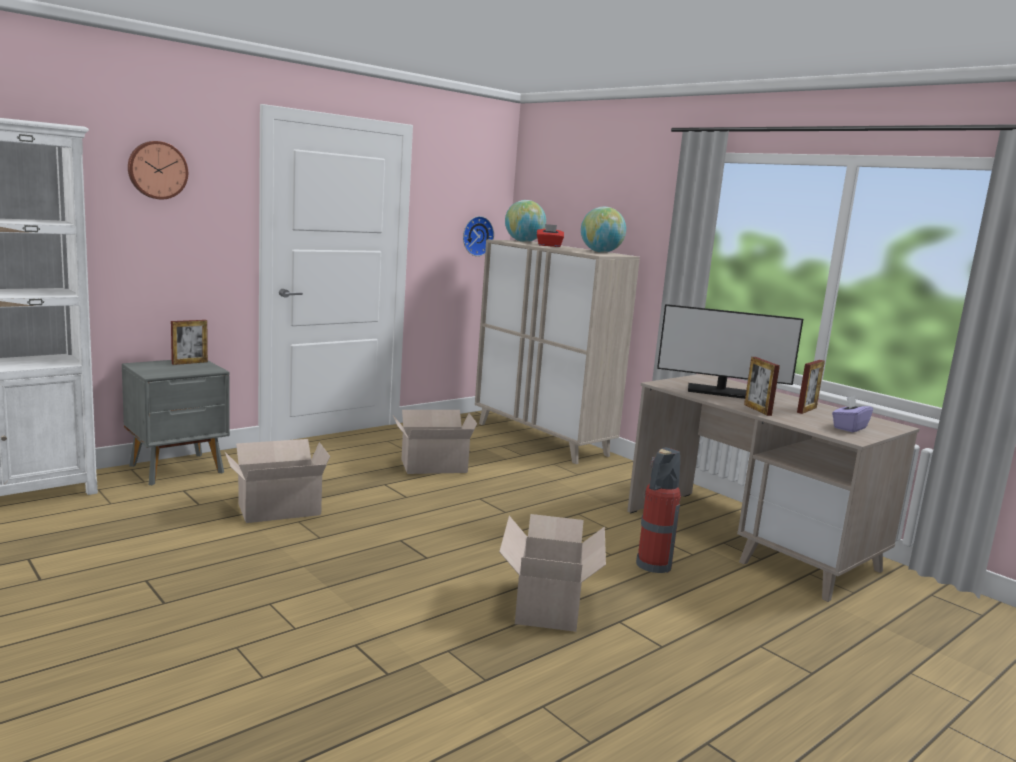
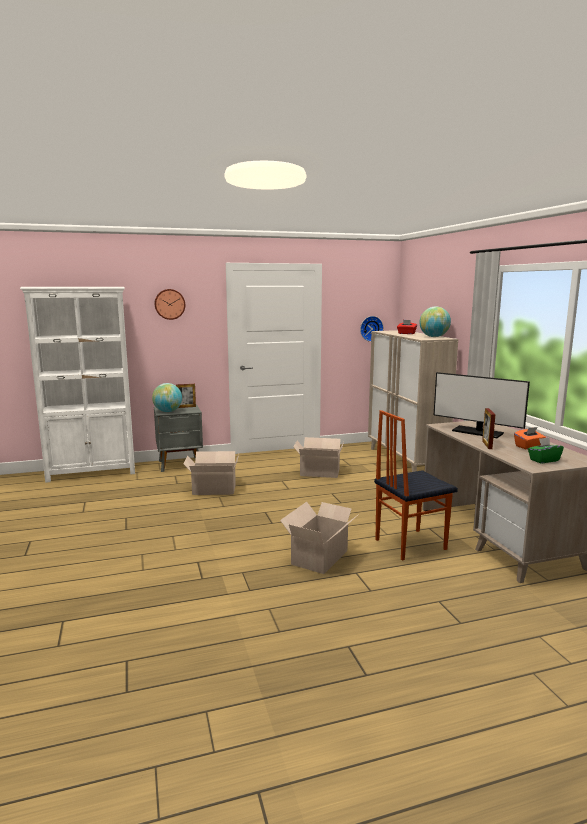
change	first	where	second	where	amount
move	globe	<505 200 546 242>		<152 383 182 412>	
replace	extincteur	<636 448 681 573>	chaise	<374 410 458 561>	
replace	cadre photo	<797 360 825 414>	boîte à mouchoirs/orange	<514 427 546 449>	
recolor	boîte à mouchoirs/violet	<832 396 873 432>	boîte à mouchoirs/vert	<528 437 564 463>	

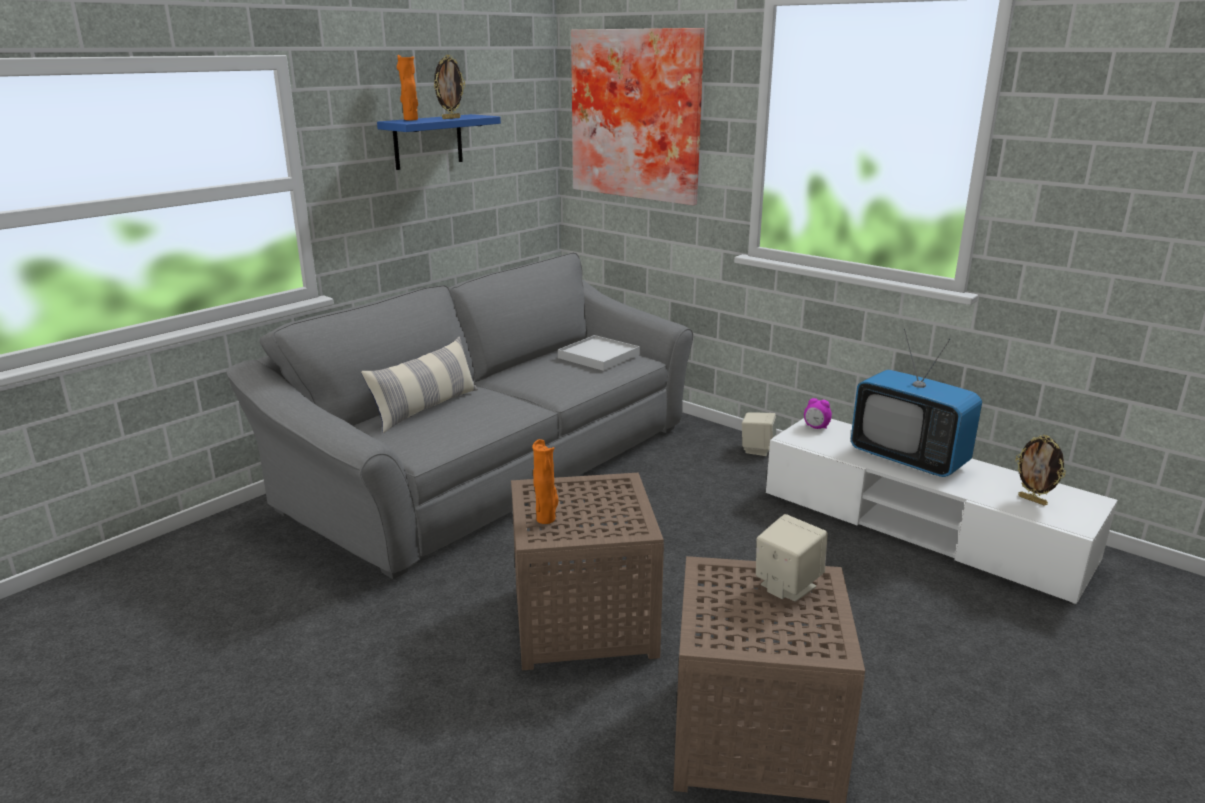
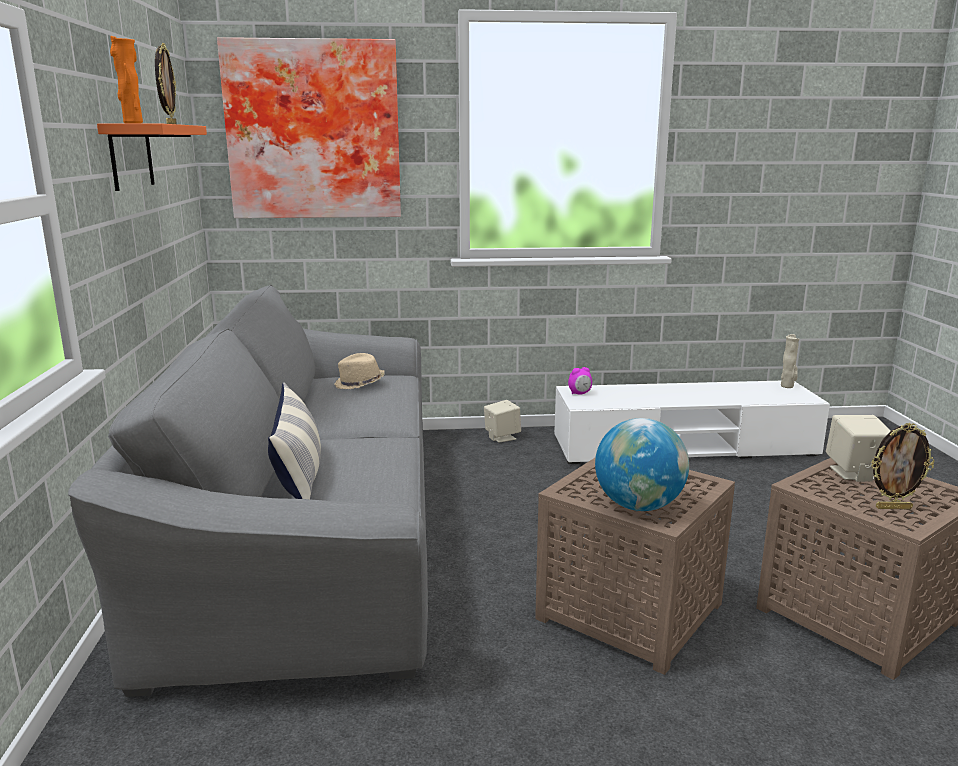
change	first	where	second	where	amount
recolor	étagère/bleu	<377 114 501 170>	étagère/orange	<97 123 207 191>	
replace	plateau/blanc	<558 335 640 371>	chapeau/beige	<334 353 385 389>	
replace	vase/orange	<532 439 558 524>	globe	<595 418 689 511>	
insert			vase/beige	<781 334 800 388>	
move	cadre photo	<1015 435 1066 506>		<871 423 935 509>	
delete	téléviseur	<851 329 982 477>			

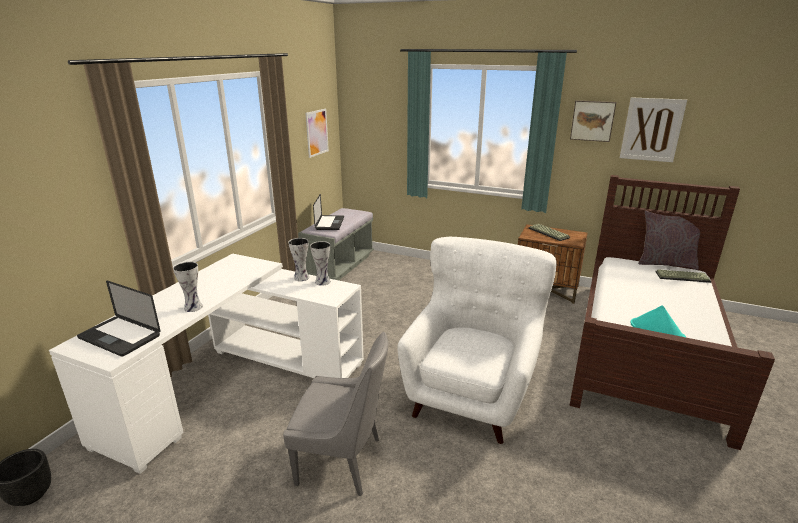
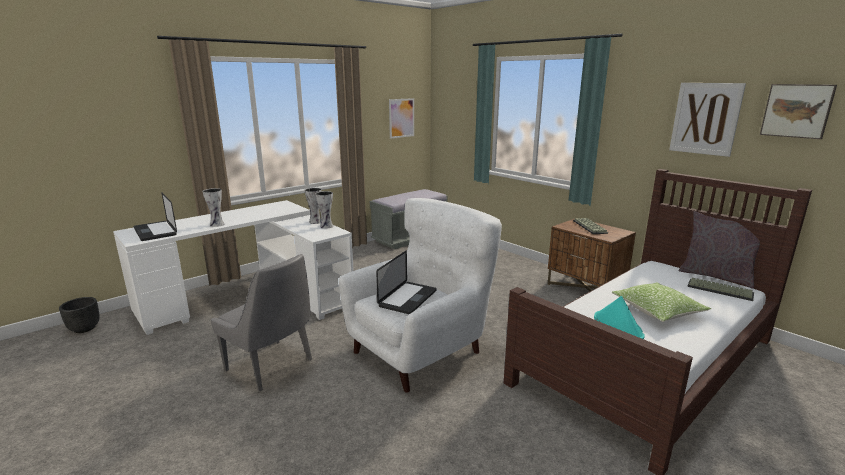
change	first	where	second	where	amount
move	ordinateur portable	<313 194 344 230>		<376 251 437 314>	
insert			coussin	<611 282 711 322>	
move	tableau	<570 100 616 142>		<760 84 837 139>	

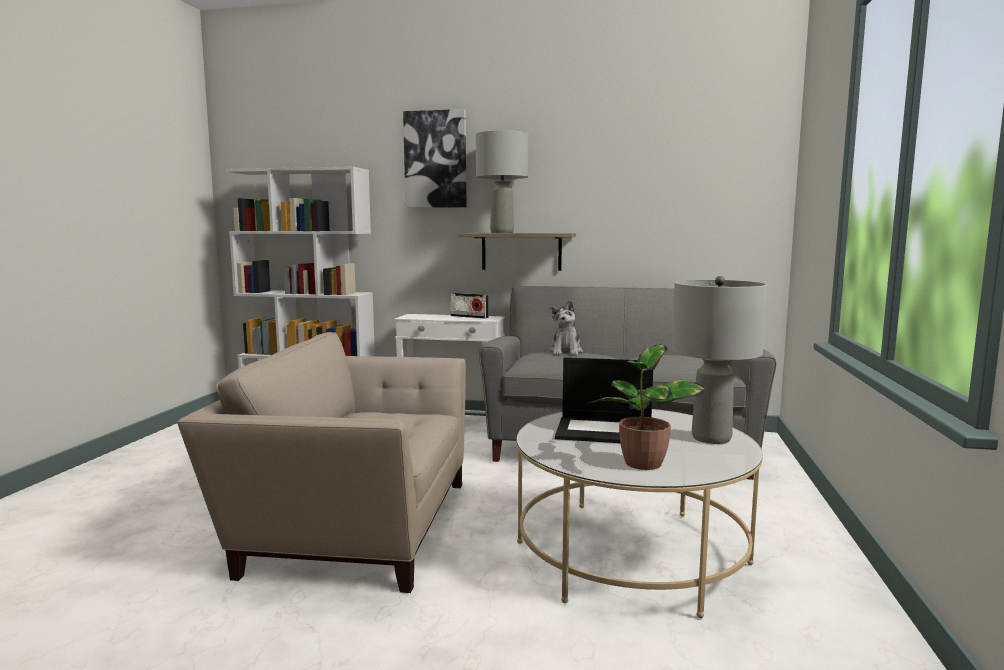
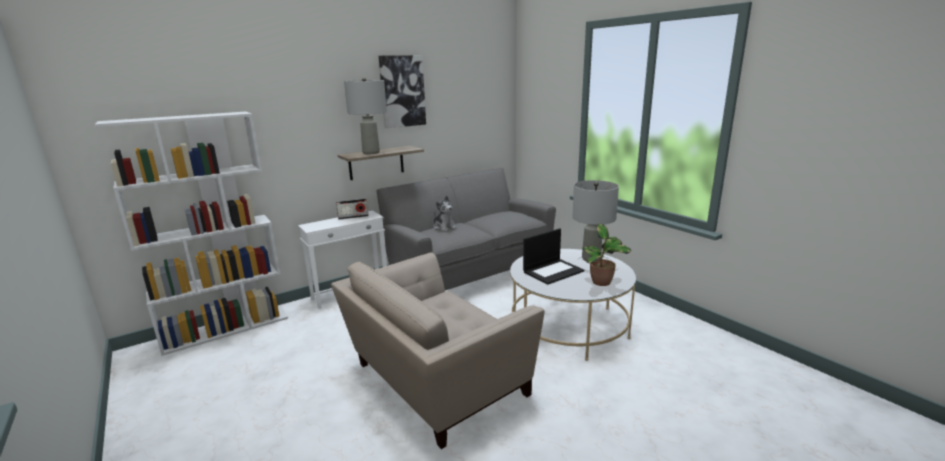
change	first	where	second	where	amount
move	tableau	<403 109 466 208>		<379 55 426 128>	

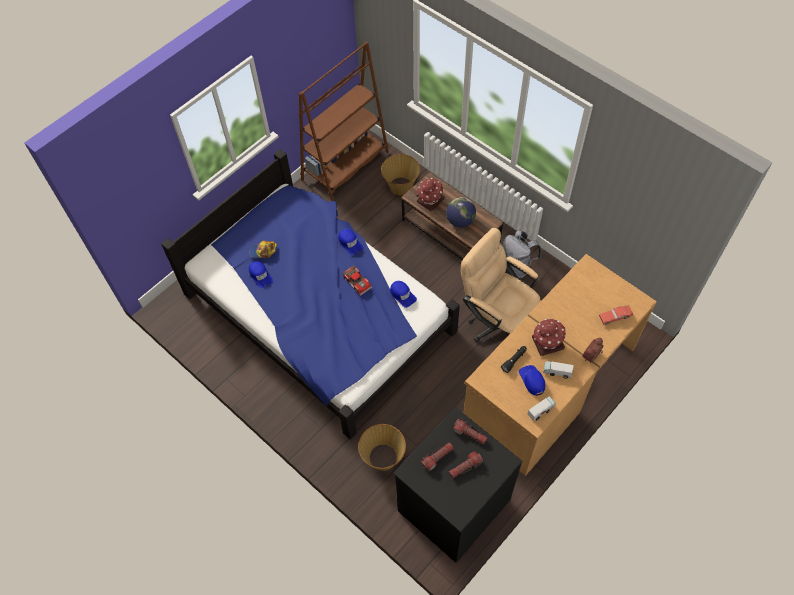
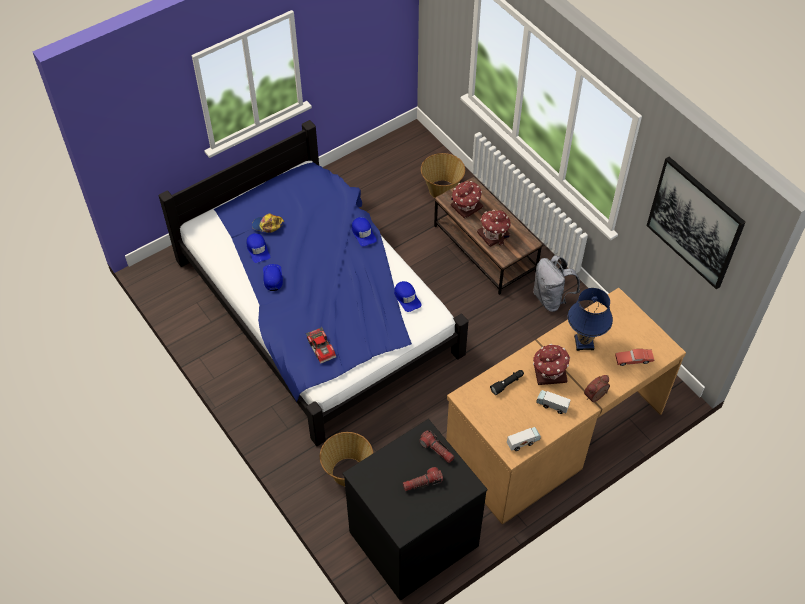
change	first	where	second	where	amount
move	casquette/bleu	<519 365 545 396>		<263 264 283 291>	
move	petite voiture	<343 265 372 296>		<306 327 336 364>	
replace	globe	<446 197 476 227>	maison miniature	<477 210 511 247>	
insert			lampe de table/bleu	<568 288 613 351>	
insert			tableau	<646 157 746 290>	
delete	bibliothèque/marron	<299 41 389 201>			
delete	lampe de poche	<421 443 454 471>			
delete	chaise de bureau/beige	<461 228 541 342>			

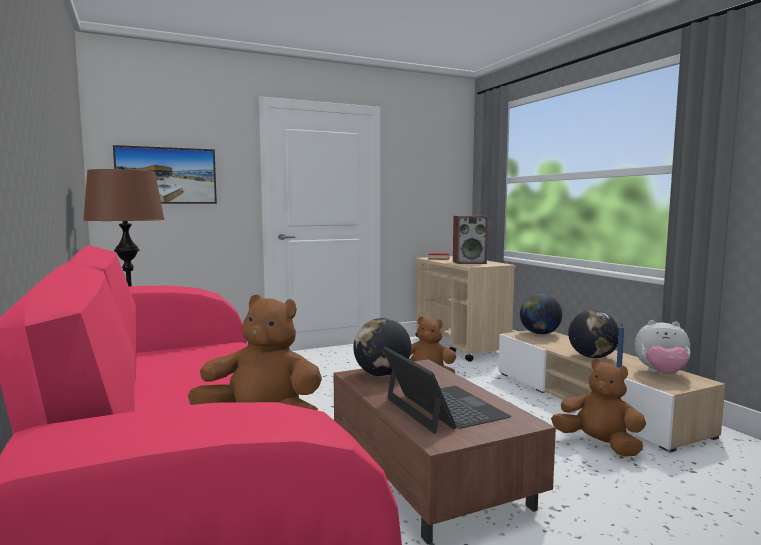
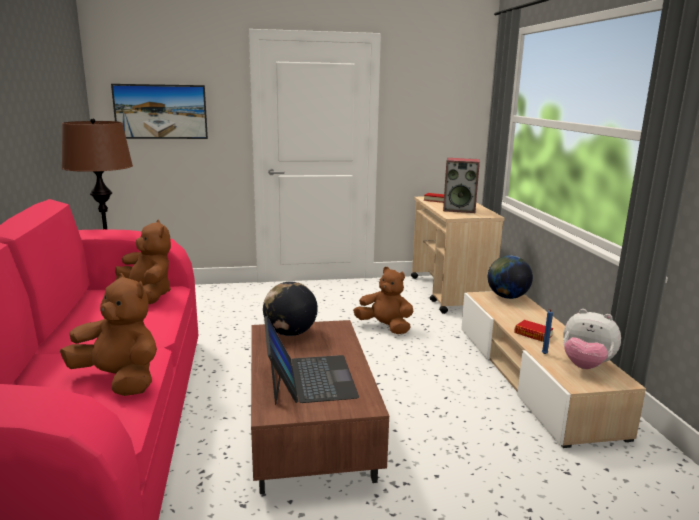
change	first	where	second	where	amount
move	peluche/marron	<551 359 646 457>		<115 220 171 304>	
replace	globe	<568 310 619 358>	livre	<514 320 553 342>	

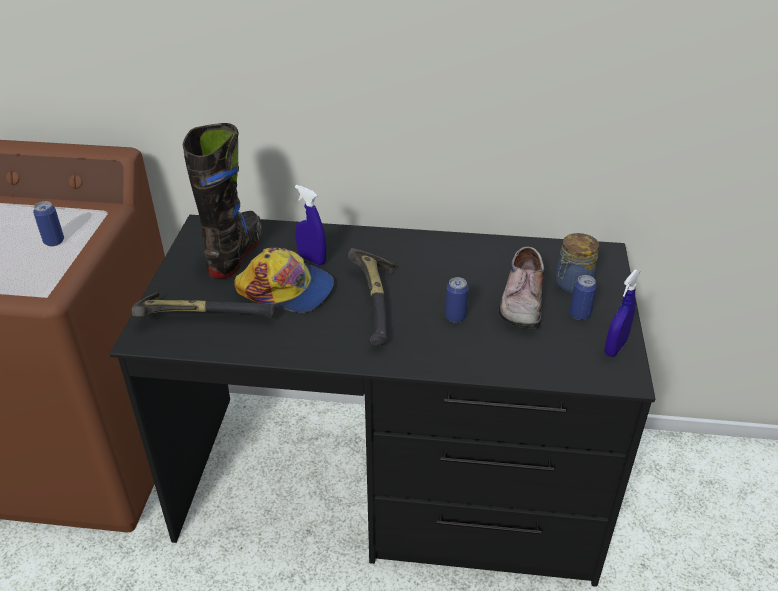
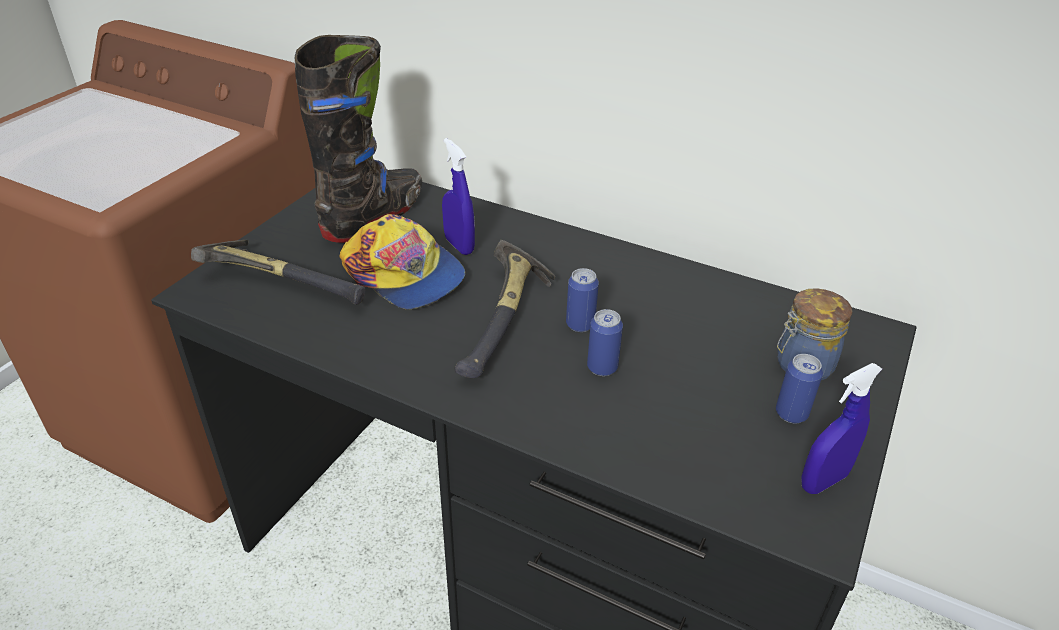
change	first	where	second	where	amount
move	boîte métallique	<33 201 64 246>		<566 268 599 332>	
delete	chaussure	<499 246 544 329>			

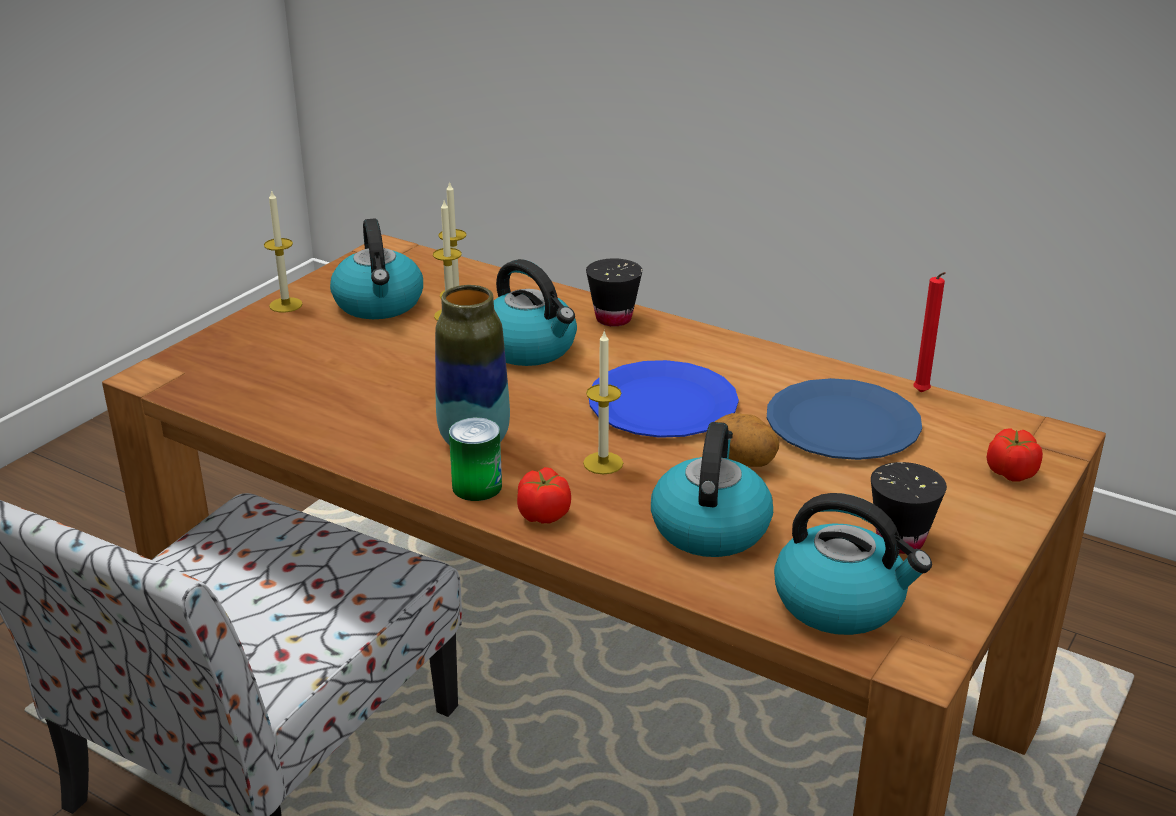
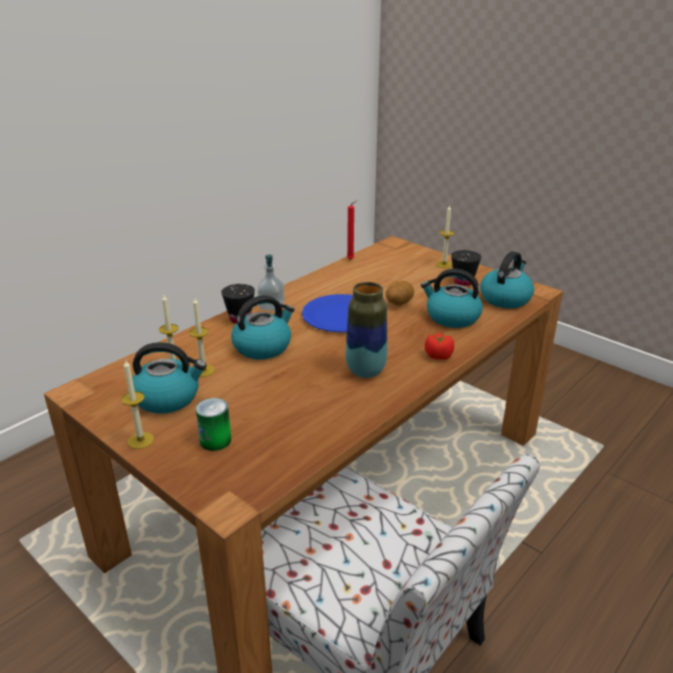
change	first	where	second	where	amount
move	boîte métallique	<449 417 502 501>		<196 398 231 451>	
insert			distributeur de savon	<257 255 285 311>	
move	bougie	<583 331 623 474>		<436 205 455 268>	
delete	assiette/bleu	<767 378 922 460>			
delete	tomate	<987 428 1043 482>			

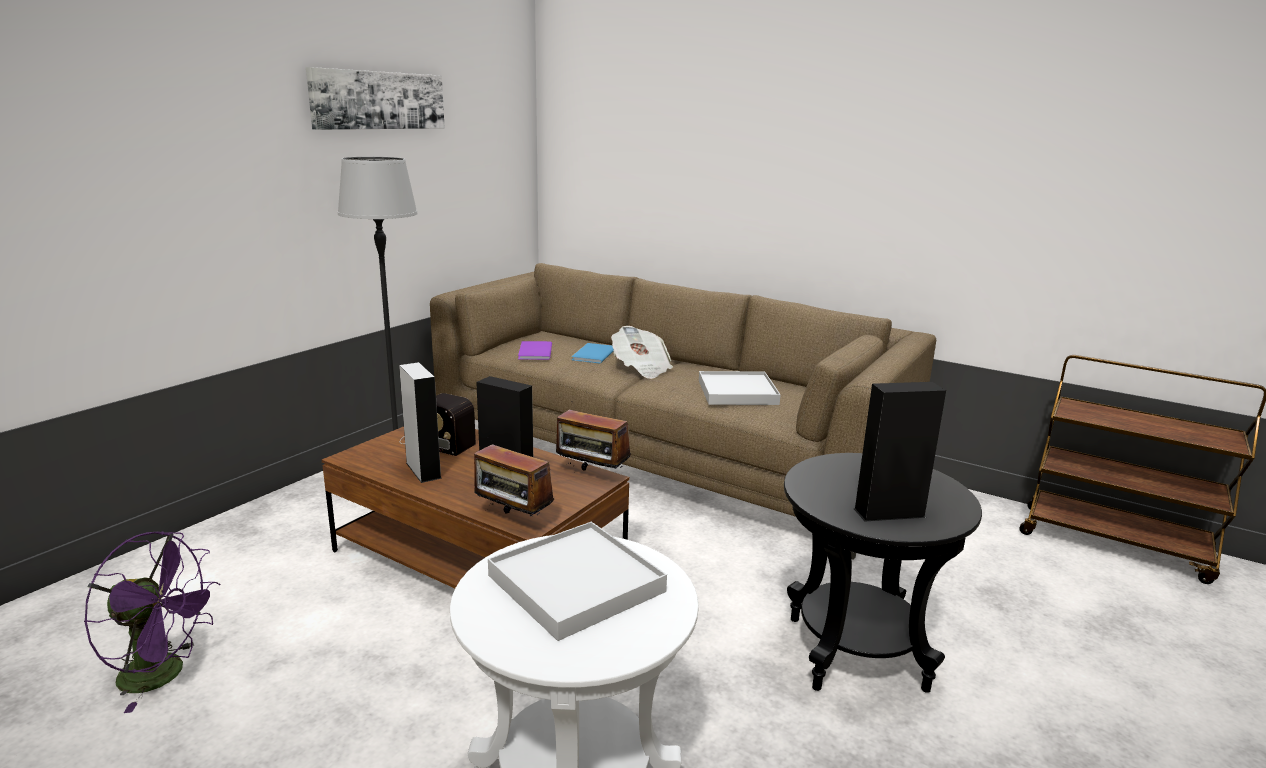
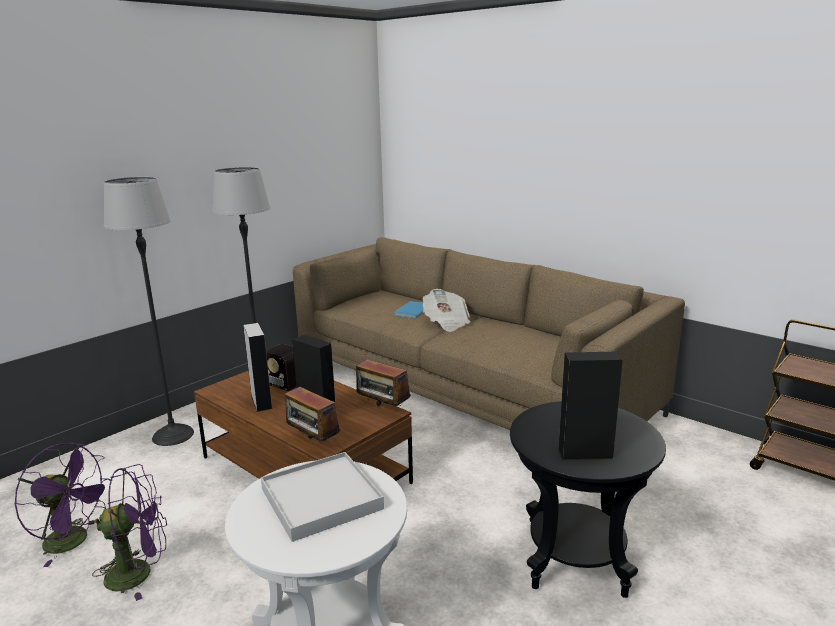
change	first	where	second	where	amount
insert			ventilateur/violet	<92 464 167 601>	
insert			lampadaire	<104 177 194 446>	
delete	tableau	<306 67 445 130>			
delete	livre/violet	<518 341 552 360>			
delete	plateau/blanc	<699 371 781 405>			

